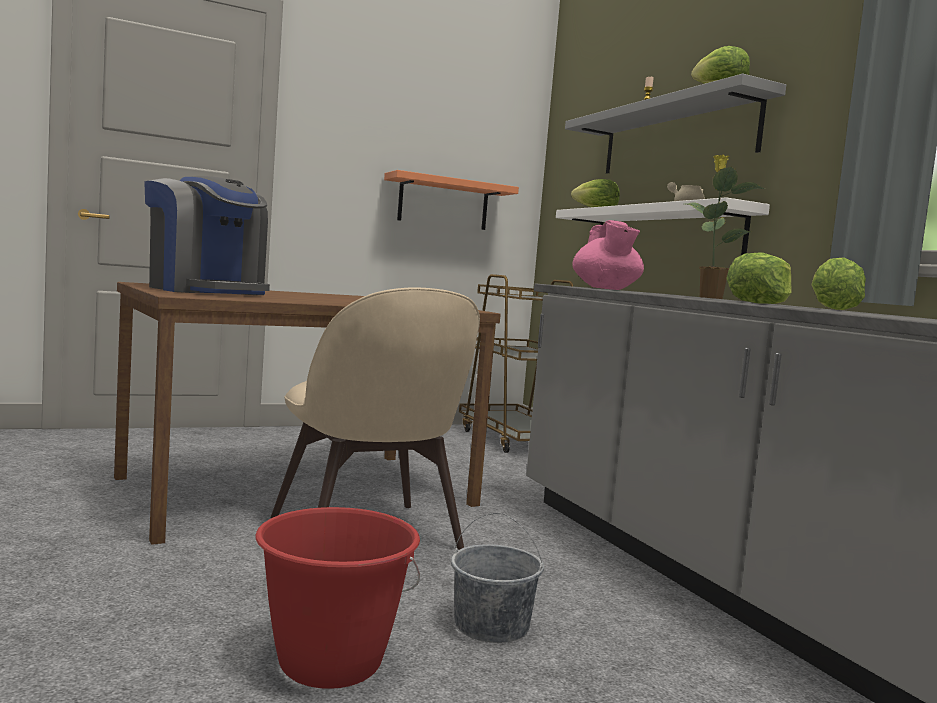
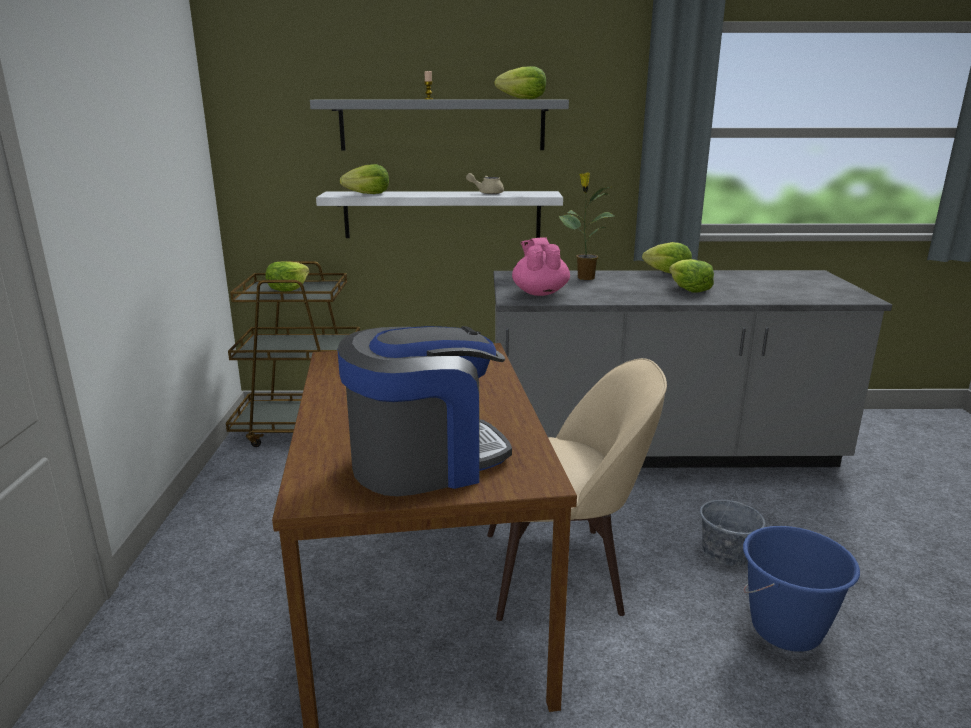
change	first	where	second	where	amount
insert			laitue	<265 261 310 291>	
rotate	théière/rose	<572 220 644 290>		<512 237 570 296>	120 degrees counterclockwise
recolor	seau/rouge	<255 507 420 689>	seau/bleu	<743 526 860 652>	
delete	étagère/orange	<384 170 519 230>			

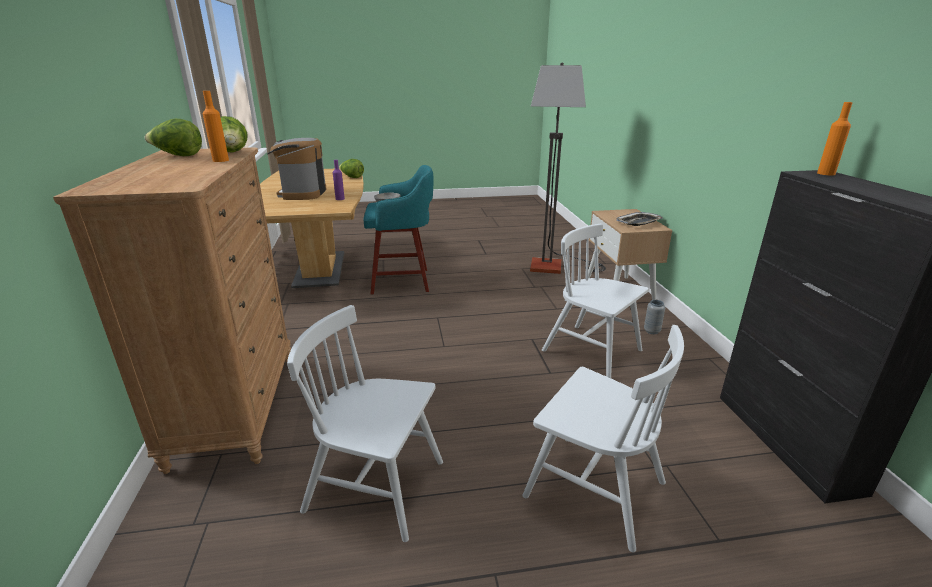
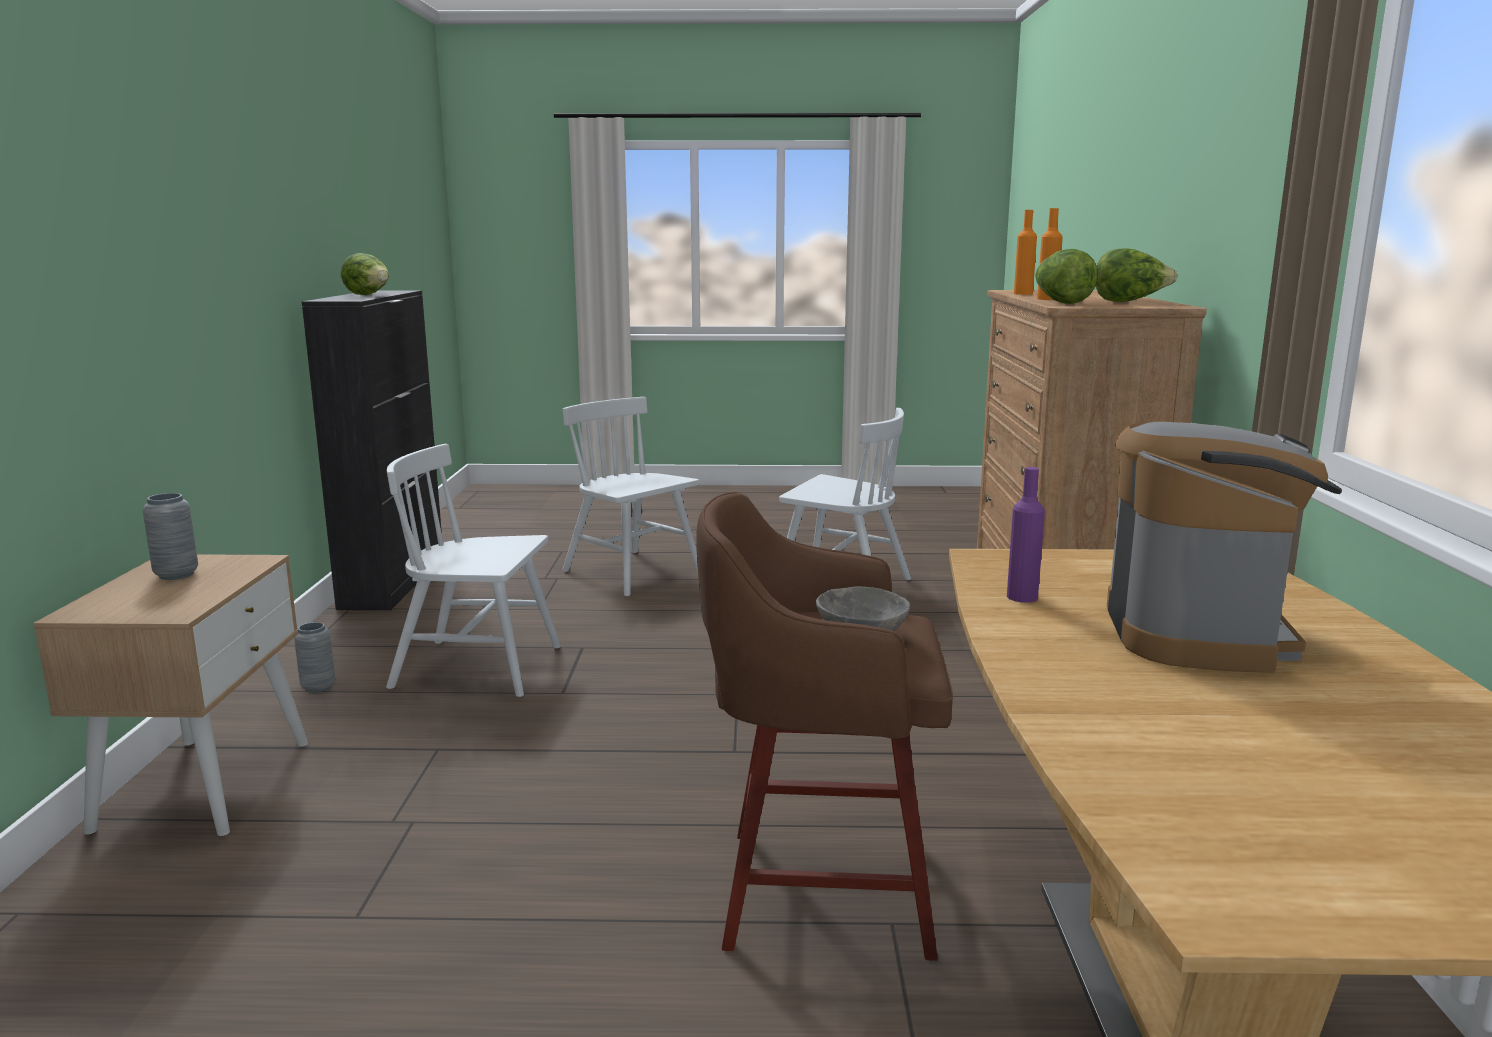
change	first	where	second	where	amount
replace	plateau	<616 212 663 226>	vase/gris	<143 493 198 580>	
move	laitue	<339 159 364 178>		<341 253 389 295>	
rotate	chaise/blanc	<542 224 649 378>		<386 444 561 697>	135 degrees clockwise
recolor	tabouret/turquoise	<363 165 434 294>	tabouret/marron	<696 492 953 961>	
move	bouteille/orange	<817 102 853 175>		<1014 210 1037 295>	
delete	lampadaire	<530 63 606 274>			

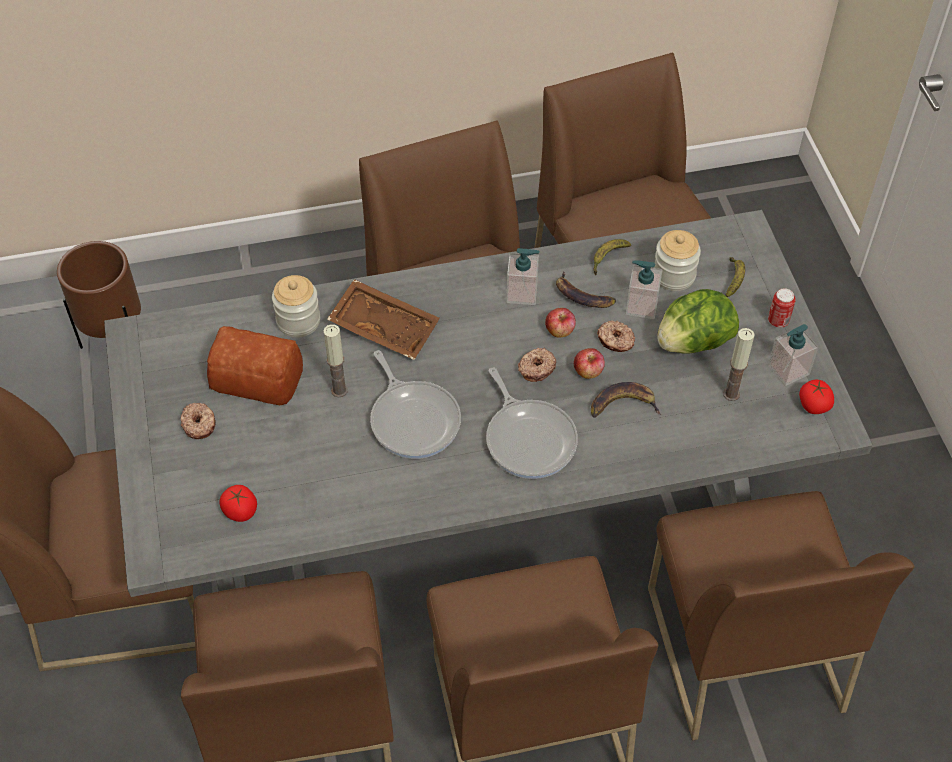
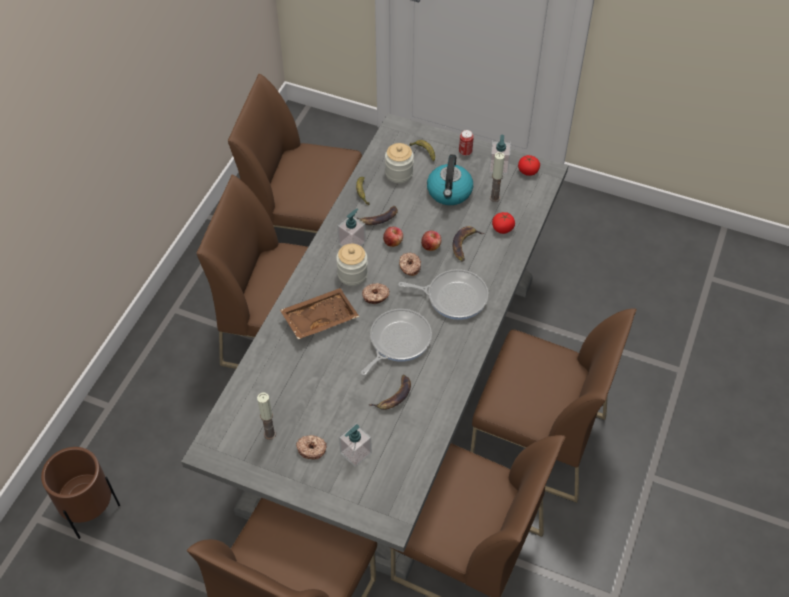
change	first	where	second	where	amount
move	bougie	<323 324 348 398>		<257 392 276 440>	
move	bocal	<272 275 320 338>		<336 244 368 286>	
move	distributeur de savon	<626 260 662 319>		<339 423 372 467>	
rotate	poêle	<370 350 461 459>		<361 309 432 375>	60 degrees counterclockwise
move	beignet	<597 320 635 352>		<362 283 389 304>	
insert			banane	<368 375 411 410>	
replace	laitue	<657 289 739 354>	bouilloire	<427 154 473 205>	
move	tomate	<219 485 257 522>		<492 212 515 234>	
delete	pain	<207 326 303 405>			
delete	chaise/marron	<648 491 915 740>			

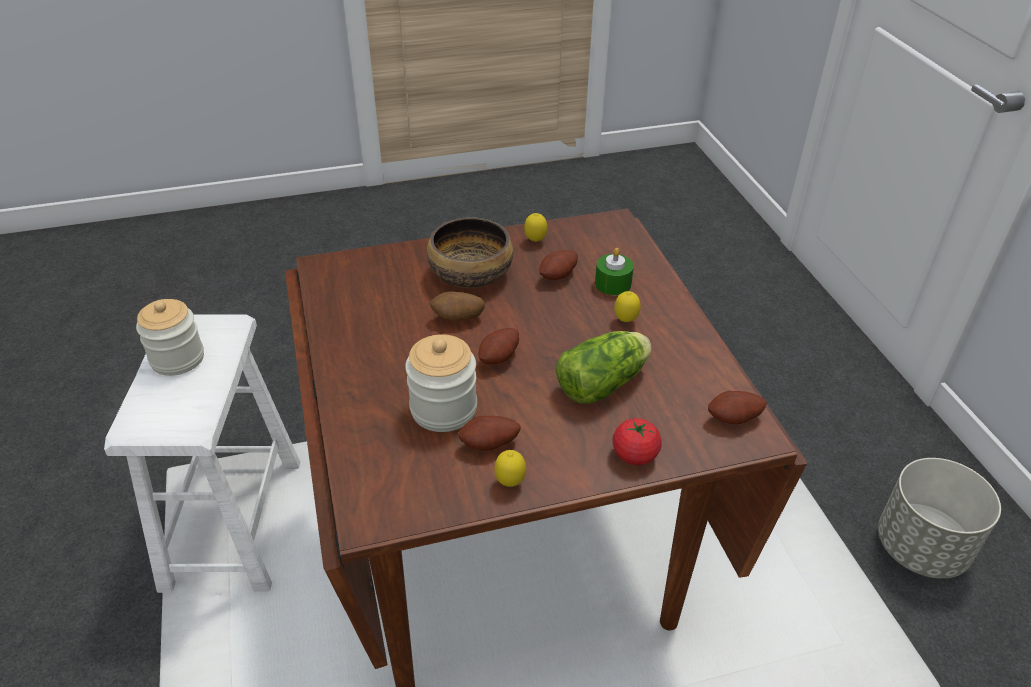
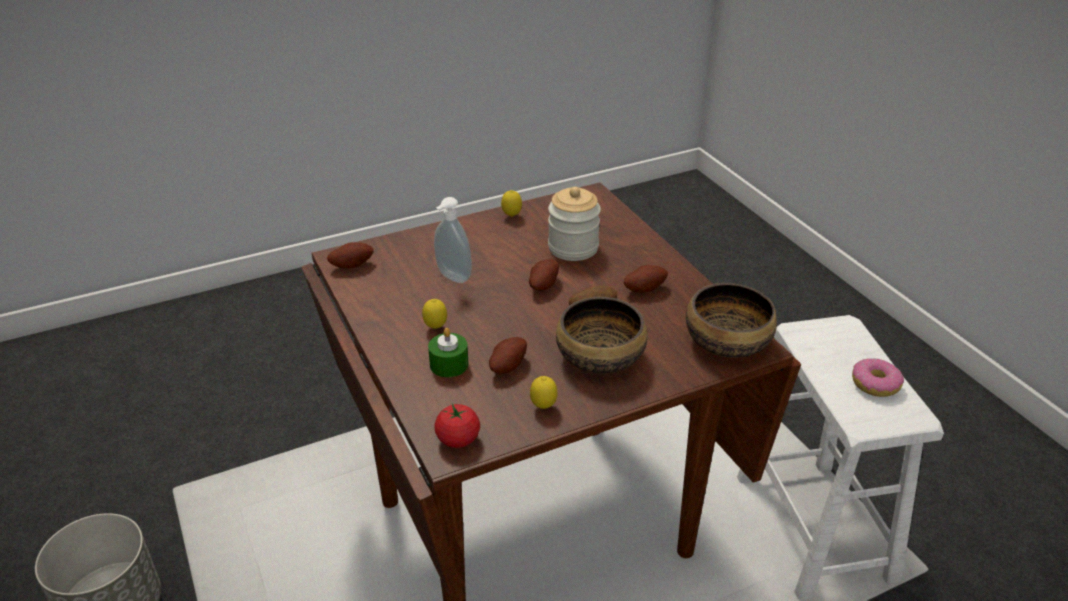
change	first	where	second	where	amount
replace	laitue	<556 331 651 404>	distributeur de savon	<434 197 472 283>	
move	tomate	<612 418 662 465>		<434 404 480 448>	
move	pomme de terre	<458 416 521 451>		<624 265 668 293>	
insert			bol	<686 283 777 358>	
replace	bocal	<136 299 204 376>	beignet	<852 358 904 397>	

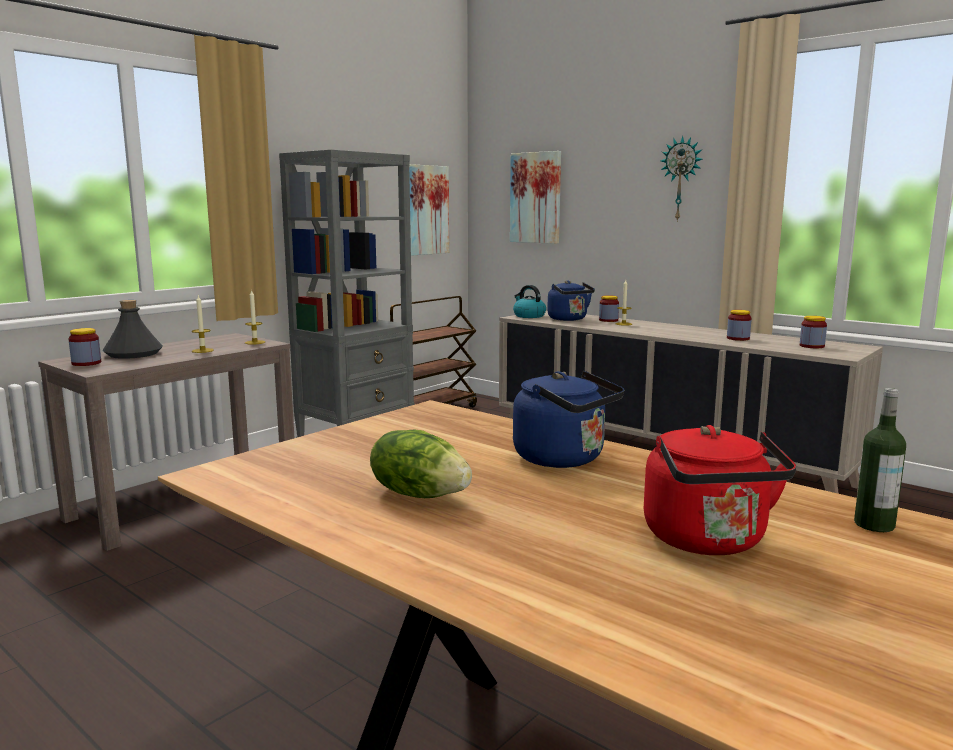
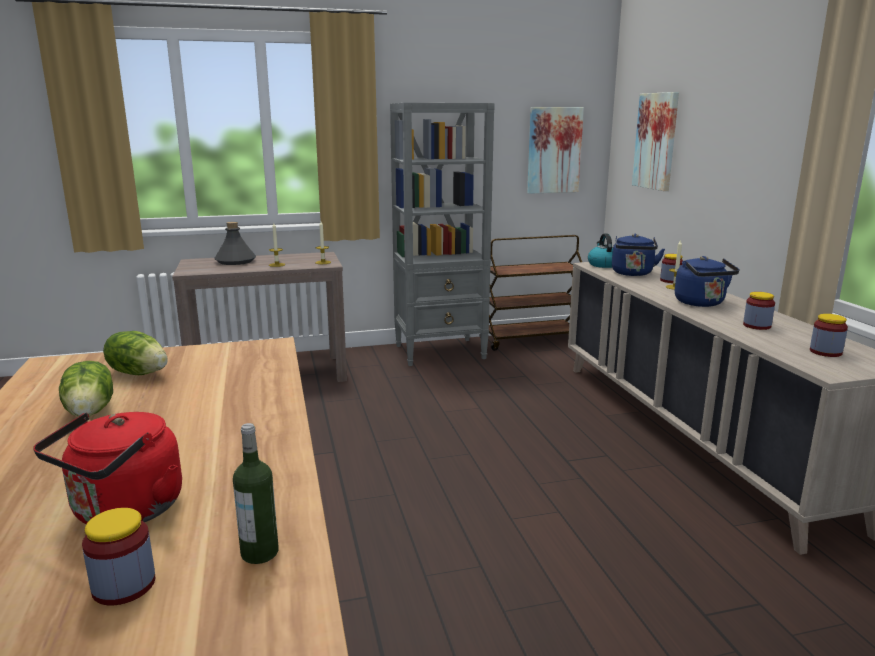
change	first	where	second	where	amount
move	bocal	<68 328 101 366>		<82 508 155 605>	
insert			laitue	<103 331 168 375>	
move	bouilloire/bleu	<513 371 624 468>		<675 256 739 307>	
delete	horloge murale	<660 136 703 222>			

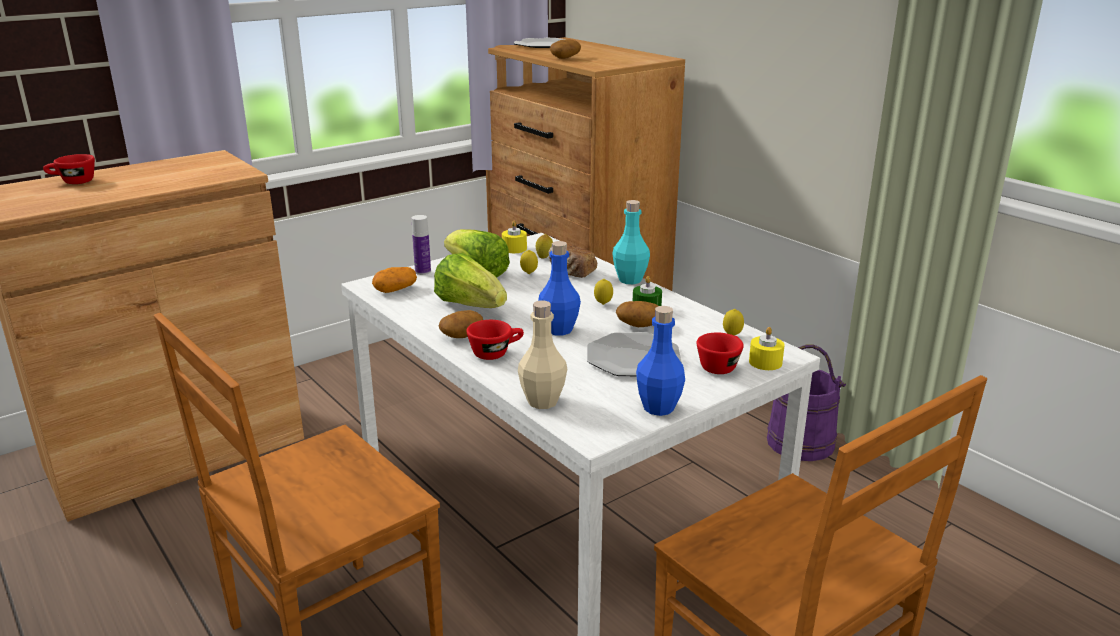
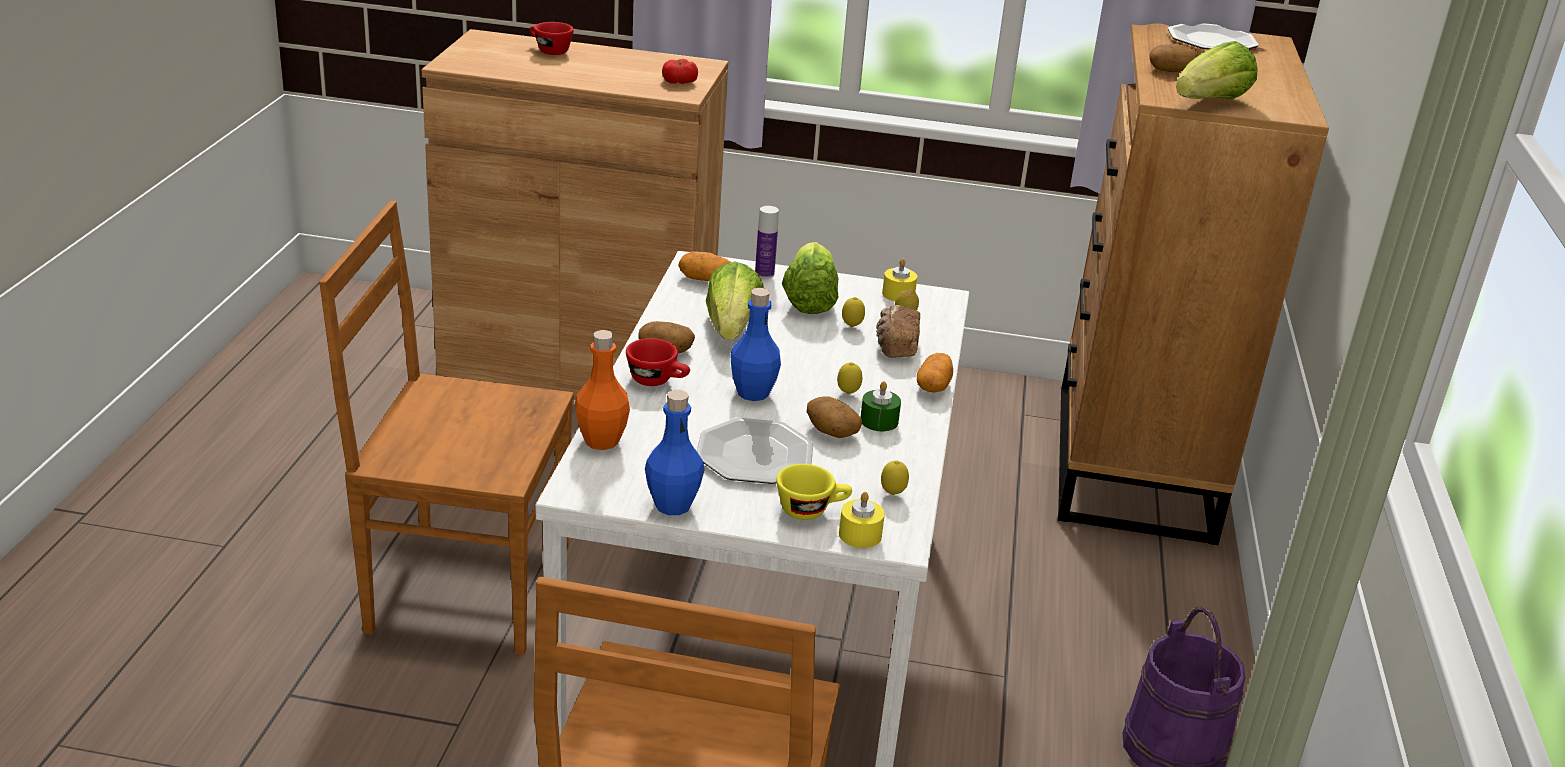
change	first	where	second	where	amount
recolor	bouteille/beige	<518 301 567 409>	bouteille/orange	<575 330 630 450>	
insert			tomate	<662 59 698 84>	
recolor	tasse/rouge	<697 332 744 374>	tasse/jaune	<776 464 852 520>	
replace	bouteille/turquoise	<612 200 650 284>	pomme de terre	<917 353 953 392>	
insert			laitue	<1176 41 1258 99>	

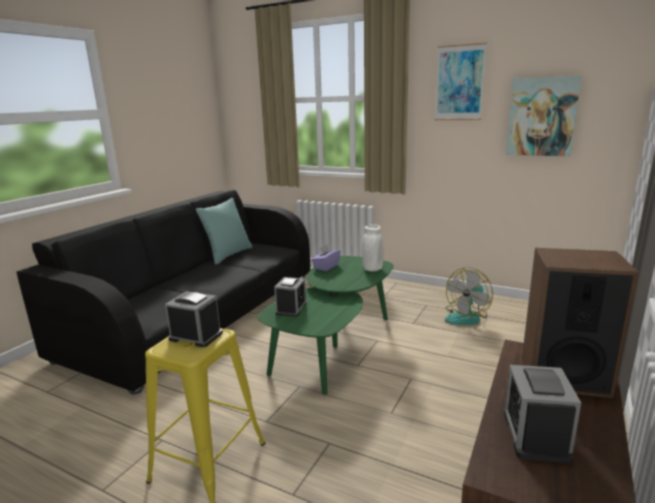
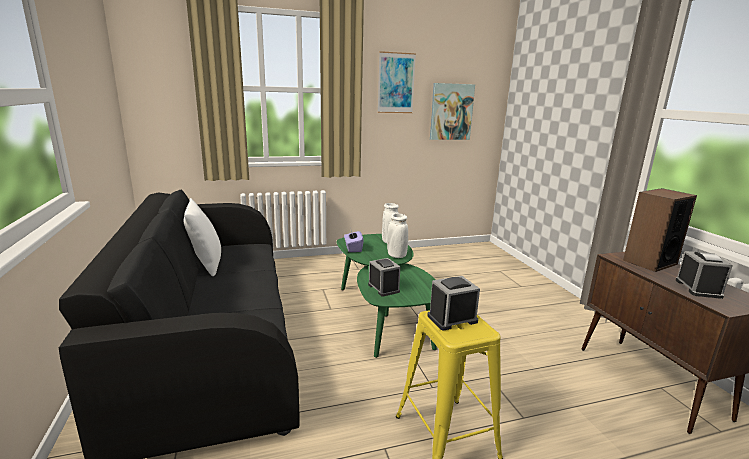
change	first	where	second	where	amount
recolor	coussin/turquoise	<196 198 252 265>	coussin/blanc	<184 198 221 276>	
insert			vase/blanc	<387 213 408 258>	
rotate	réveil	<504 365 581 464>		<676 251 733 299>	135 degrees counterclockwise
delete	ventilateur	<445 267 493 325>			

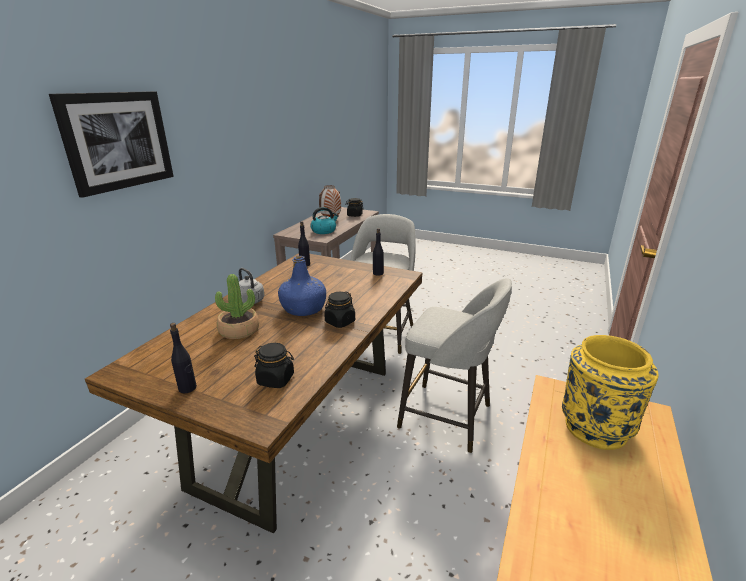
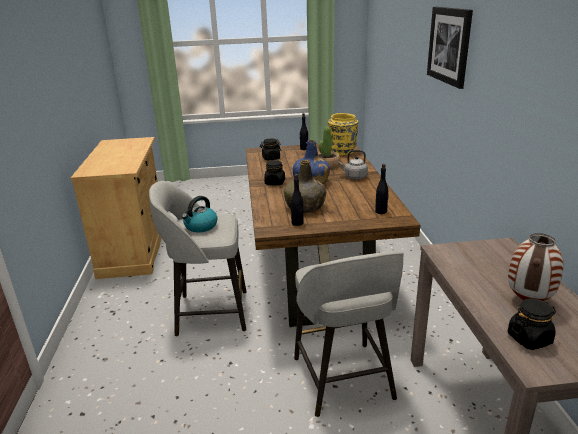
change	first	where	second	where	amount
move	bouilloire	<310 207 339 234>		<182 196 218 232>	
insert			bouteille/vert	<284 160 326 213>	
move	vase/jaune	<562 335 659 450>		<328 113 358 156>	

